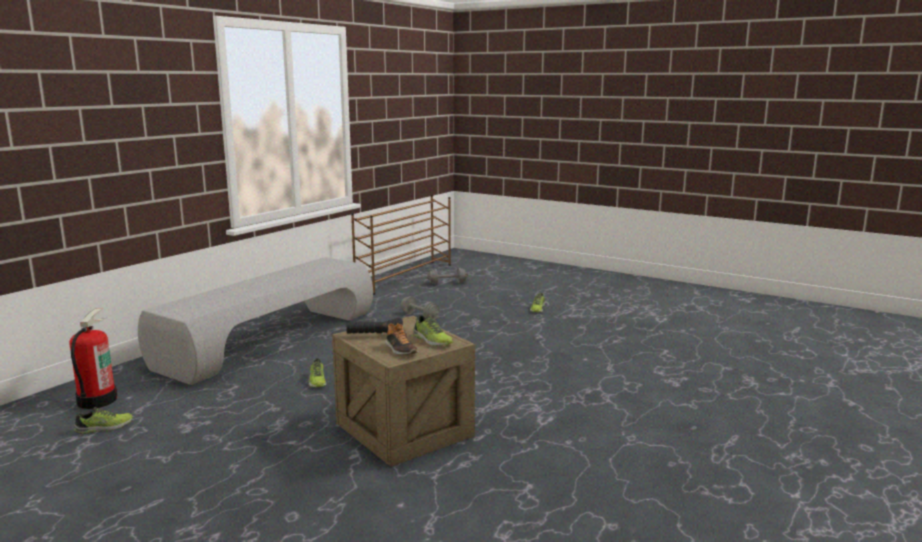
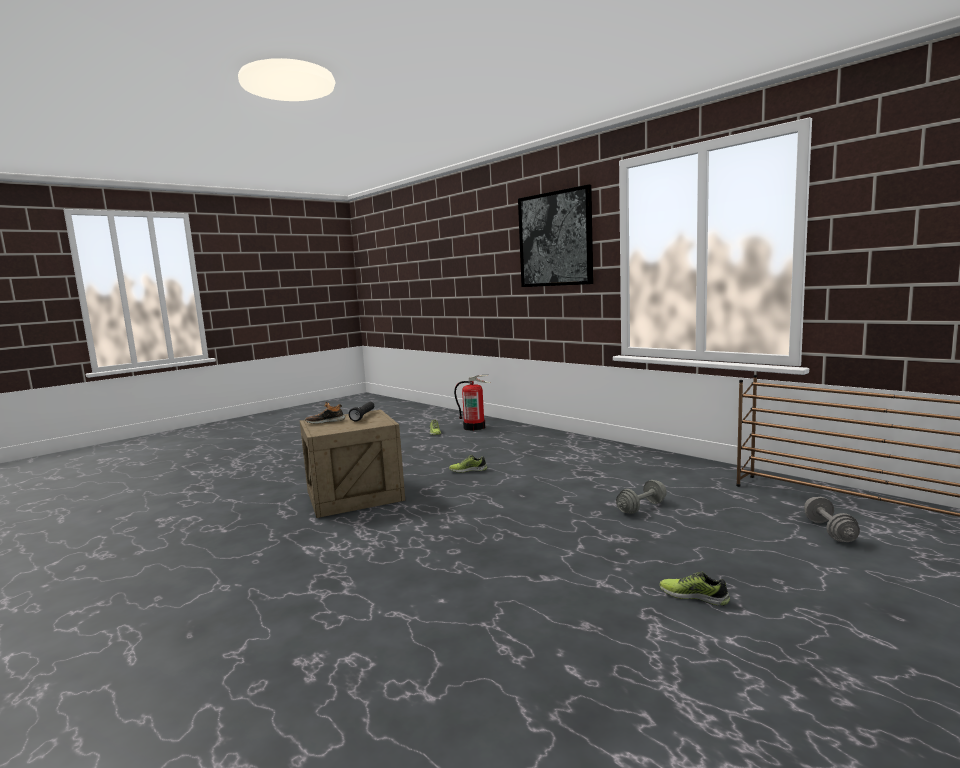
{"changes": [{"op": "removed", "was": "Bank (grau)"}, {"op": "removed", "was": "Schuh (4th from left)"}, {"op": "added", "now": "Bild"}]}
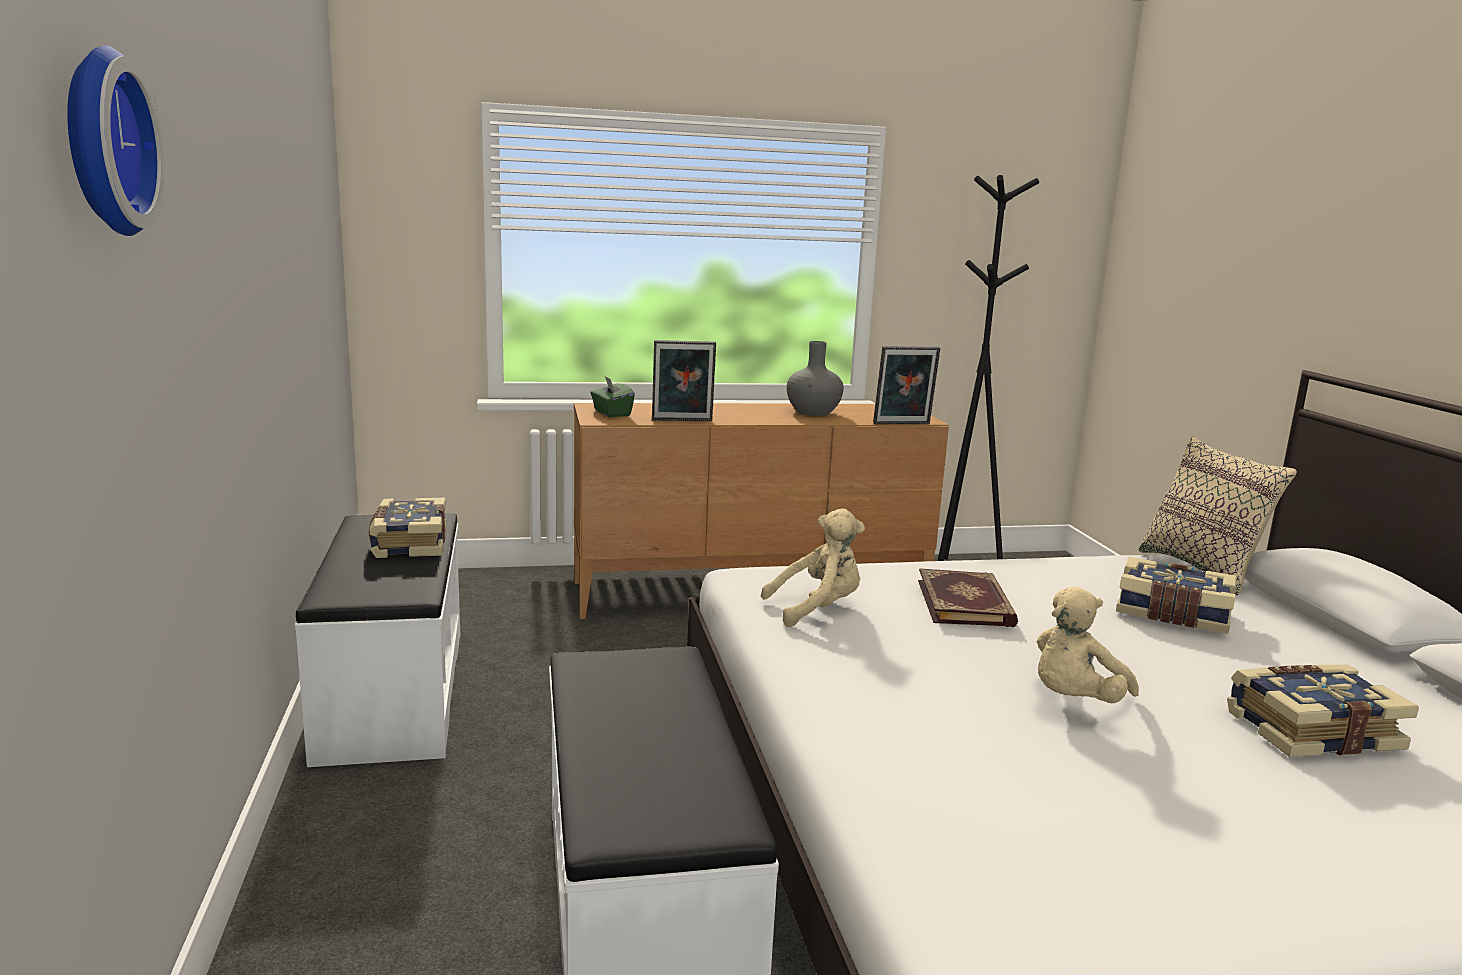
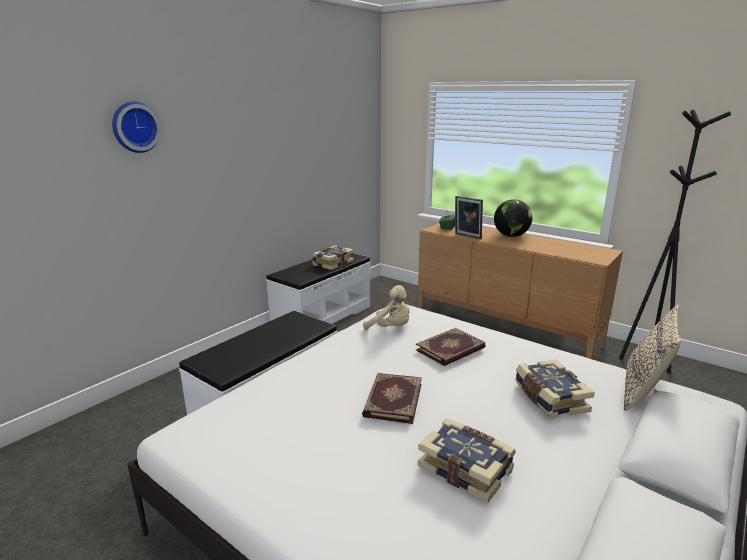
{"changes": [{"op": "removed", "was": "Vase (grau)"}, {"op": "removed", "was": "Bilderrahmen (2nd from left)"}, {"op": "replaced", "was": "Plüschtier (beige) (2nd from left)", "now": "Buch (2nd from left)"}, {"op": "added", "now": "Globus"}]}
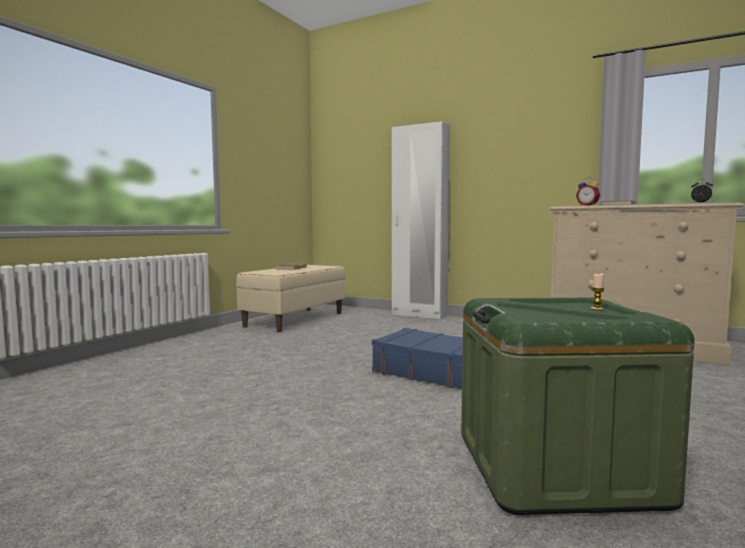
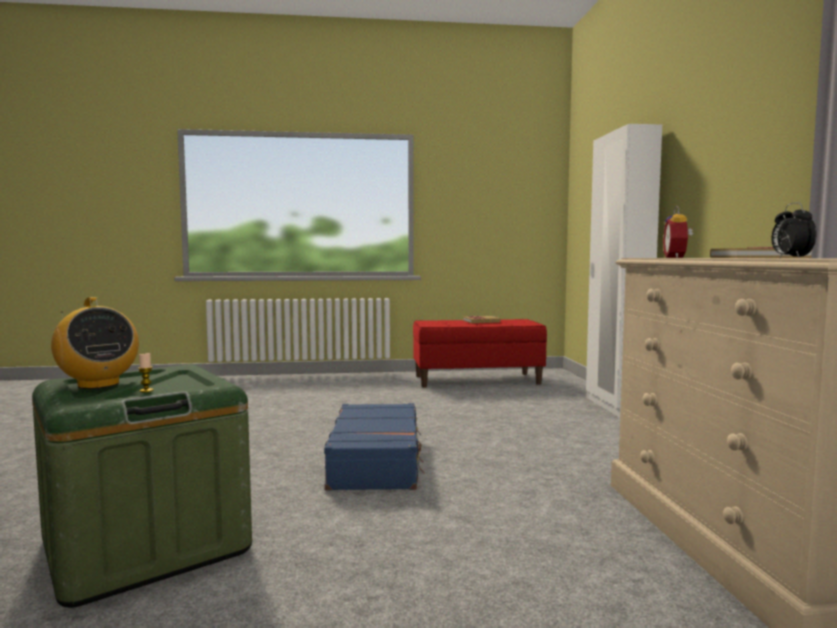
{"changes": [{"op": "recoloured", "was": "Bank (beige)", "now": "Bank (rot)"}, {"op": "added", "now": "Radio"}]}
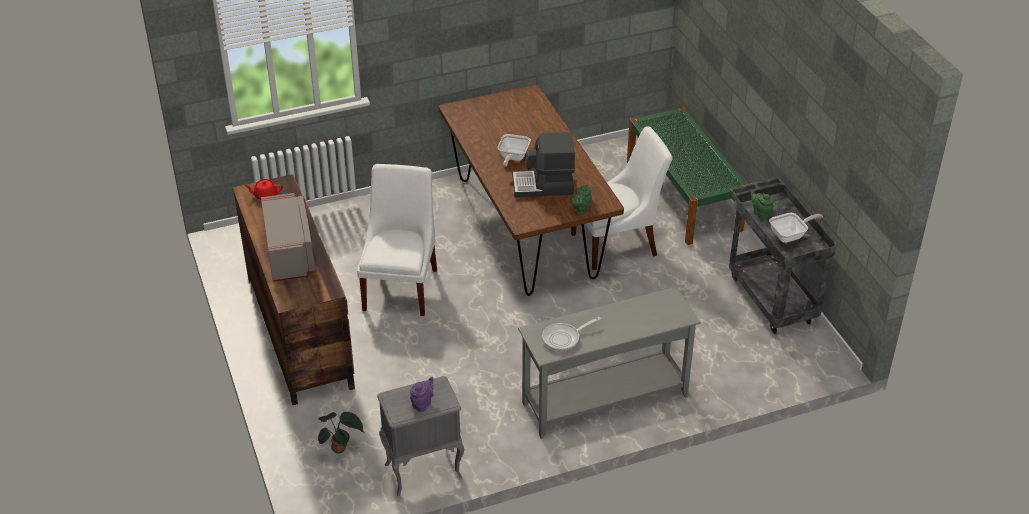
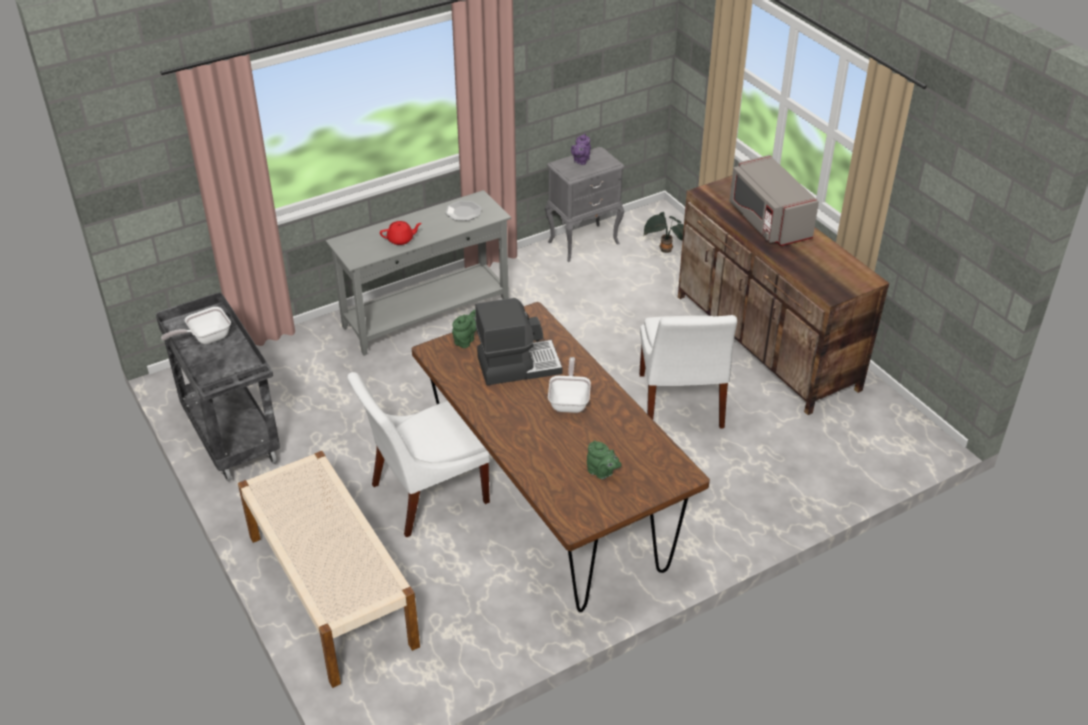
{"changes": [{"op": "moved", "was": "Teekanne (rot)"}, {"op": "replaced", "was": "Pfanne (2nd from left)", "now": "Teller"}, {"op": "recoloured", "was": "Bank (grün)", "now": "Bank (beige)"}, {"op": "moved", "was": "Teekanne (grün) (2nd from left)"}]}
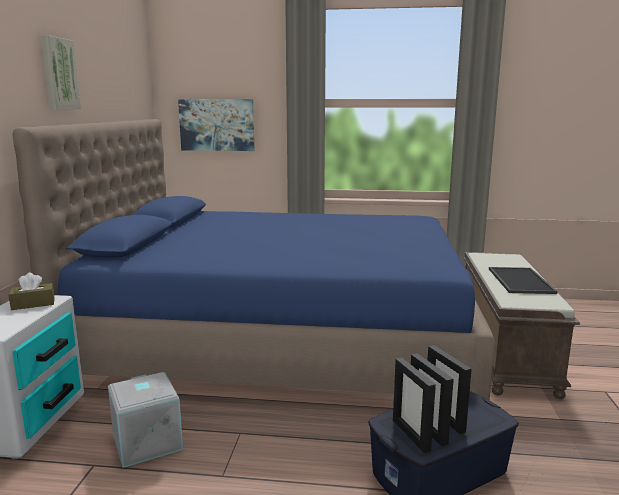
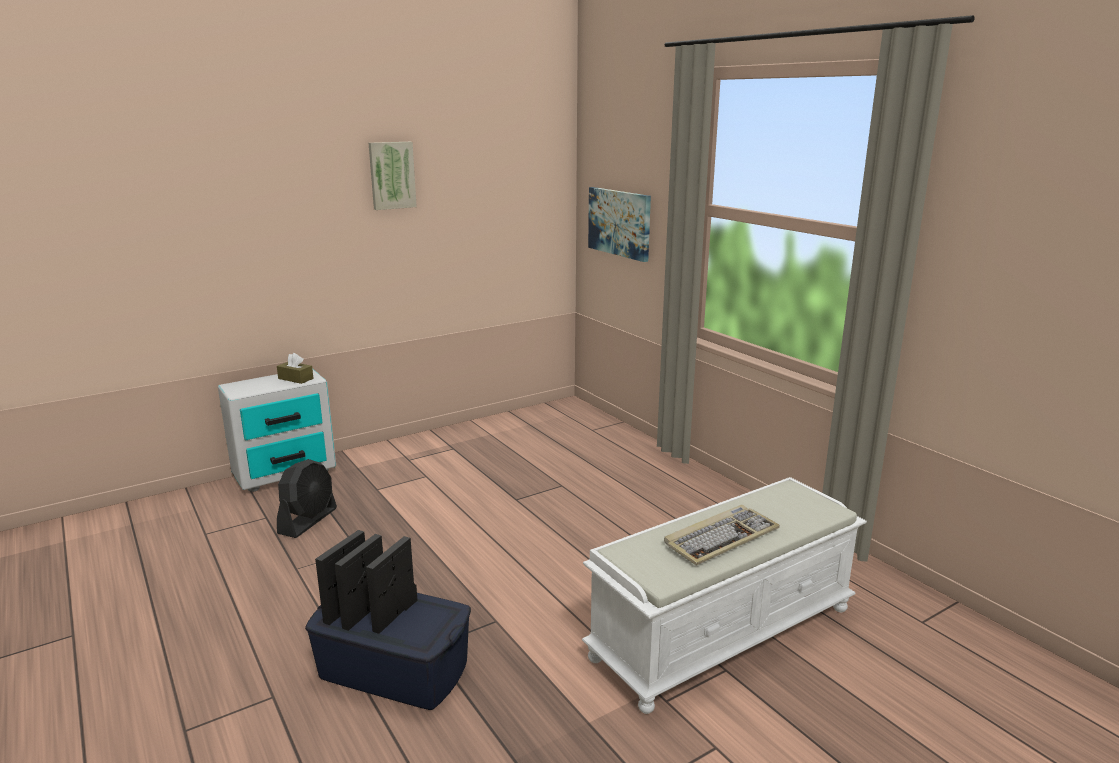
{"changes": [{"op": "removed", "was": "Bett (blau)"}, {"op": "replaced", "was": "Aufbewahrungsbox (grau)", "now": "Ventilator (schwarz)"}, {"op": "recoloured", "was": "Bank (braun)", "now": "Bank (weiß)"}, {"op": "replaced", "was": "Tablett", "now": "Tastatur"}]}
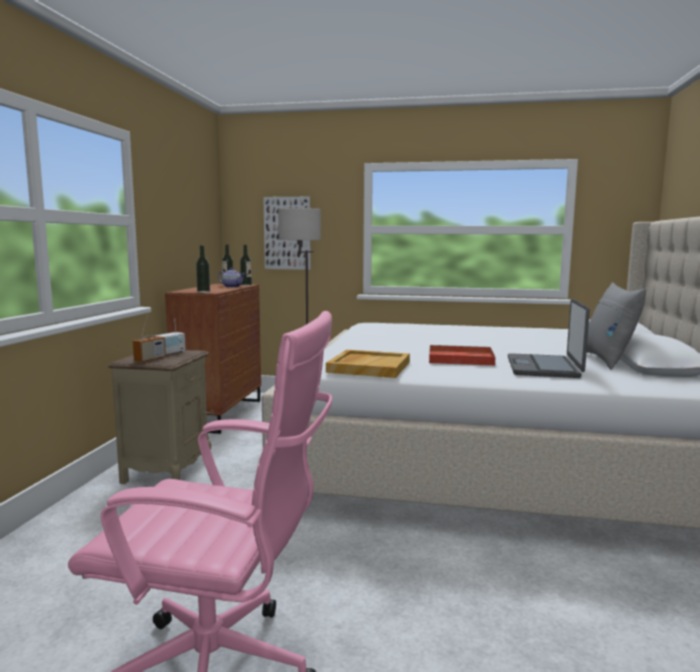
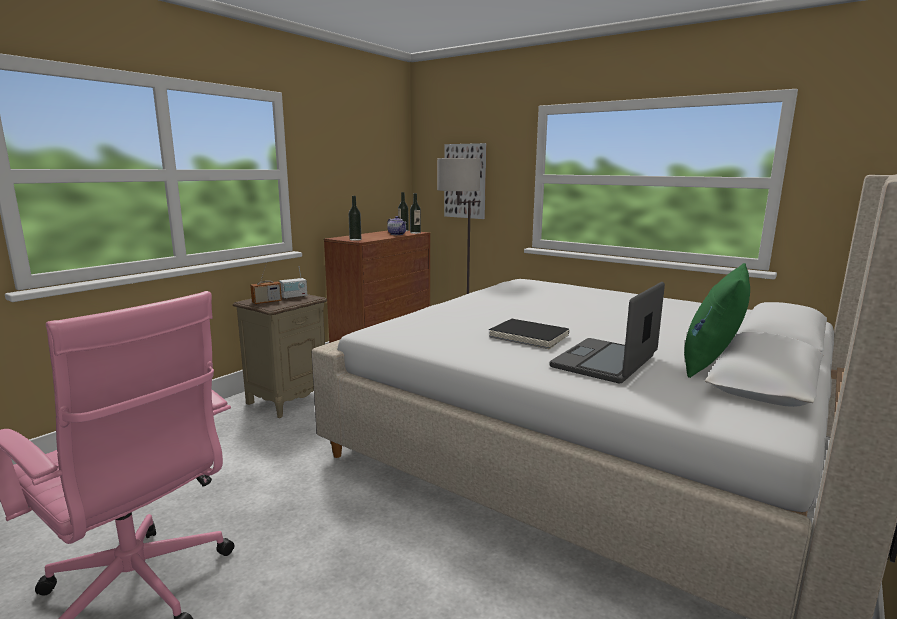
{"changes": [{"op": "removed", "was": "Tablett (beige)"}, {"op": "replaced", "was": "Tablett (rot)", "now": "Buch (schwarz)"}, {"op": "recoloured", "was": "Kissen (grau)", "now": "Kissen (grün)"}]}
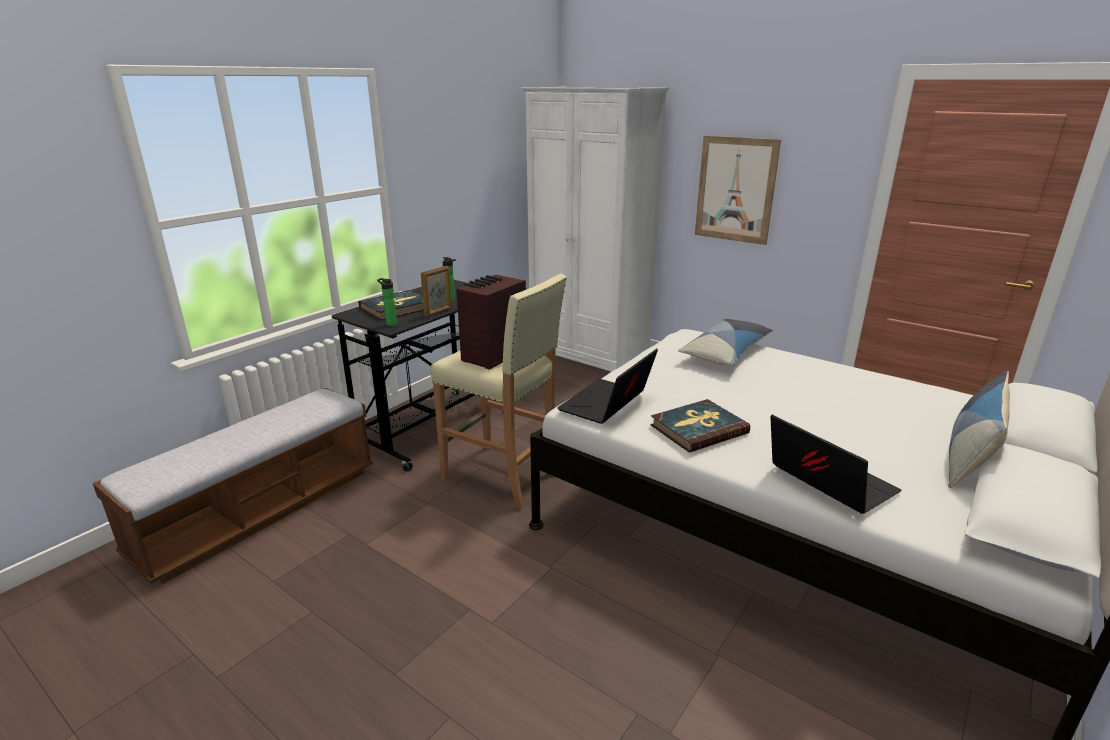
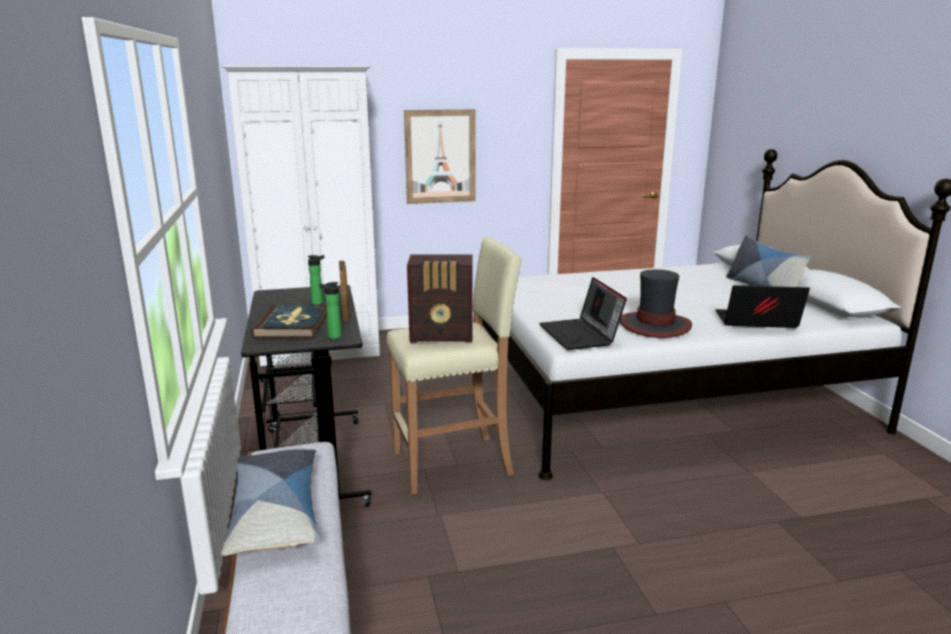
{"changes": [{"op": "turned", "was": "Radio", "clockwise": -75}, {"op": "replaced", "was": "Buch (2nd from left)", "now": "Hut"}, {"op": "moved", "was": "Kissen (1st from left)"}]}
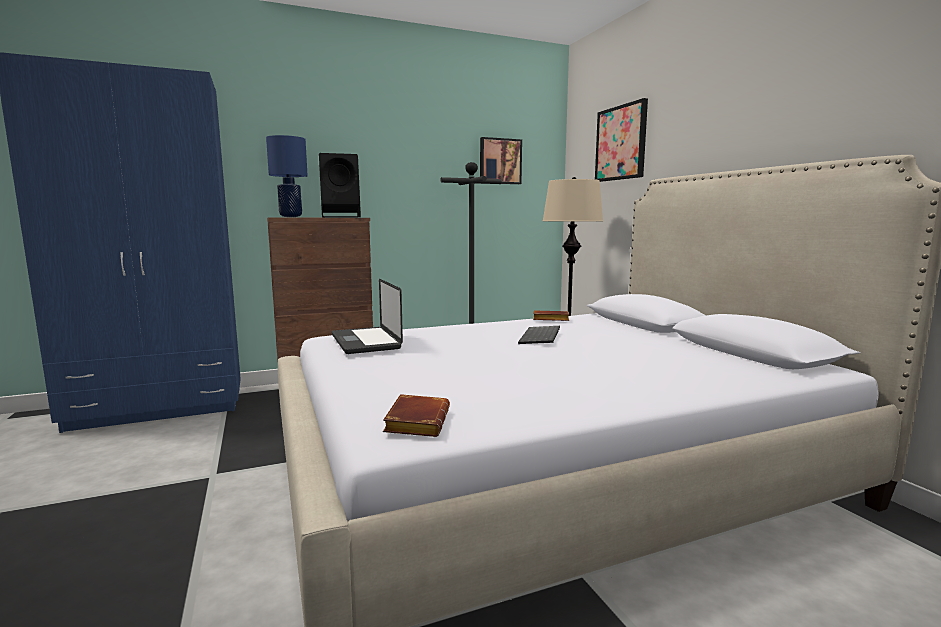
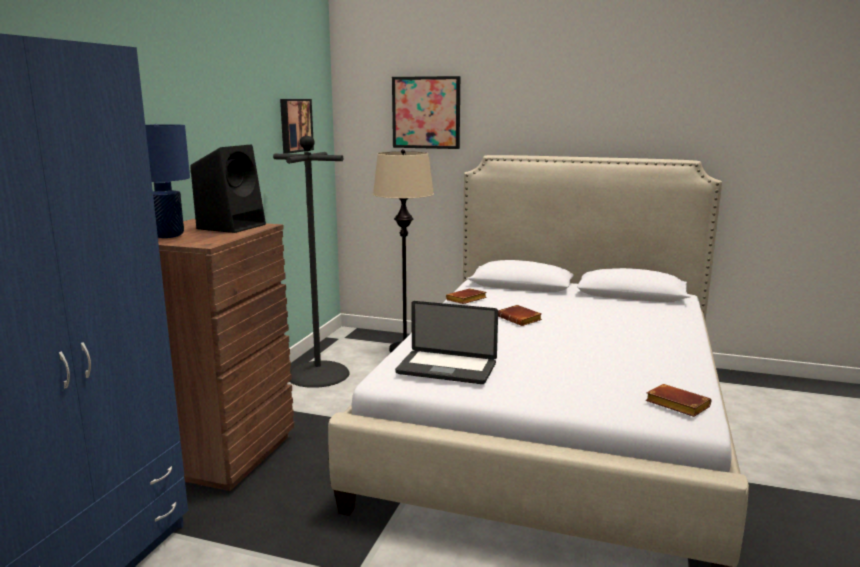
{"changes": [{"op": "replaced", "was": "Tastatur", "now": "Buch (braun) (2nd from left)"}]}
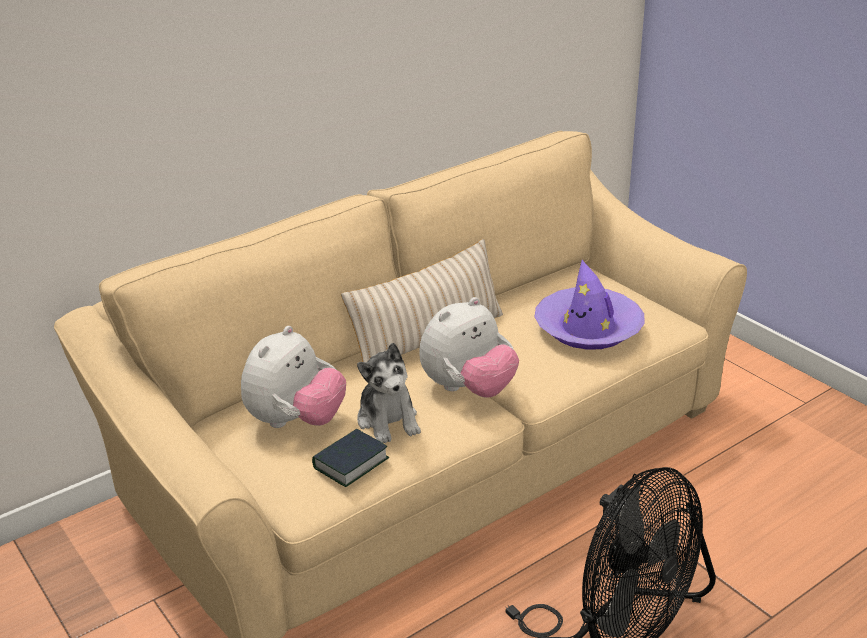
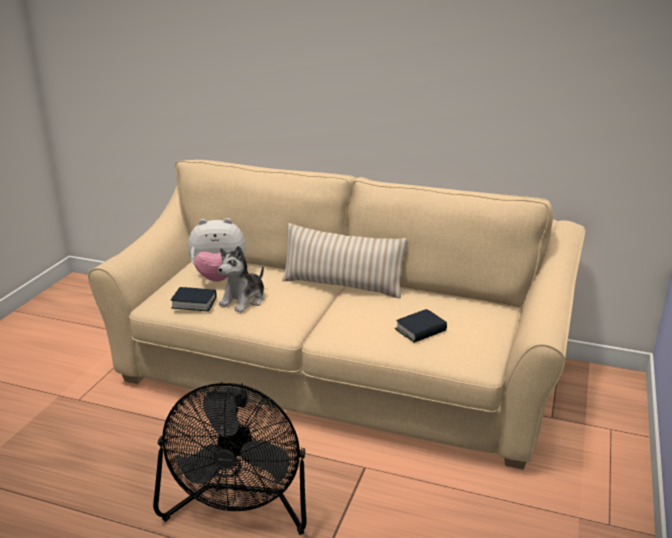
{"changes": [{"op": "removed", "was": "Plüschtier (3rd from left)"}, {"op": "replaced", "was": "Hut (lila)", "now": "Buch (2nd from left)"}]}
